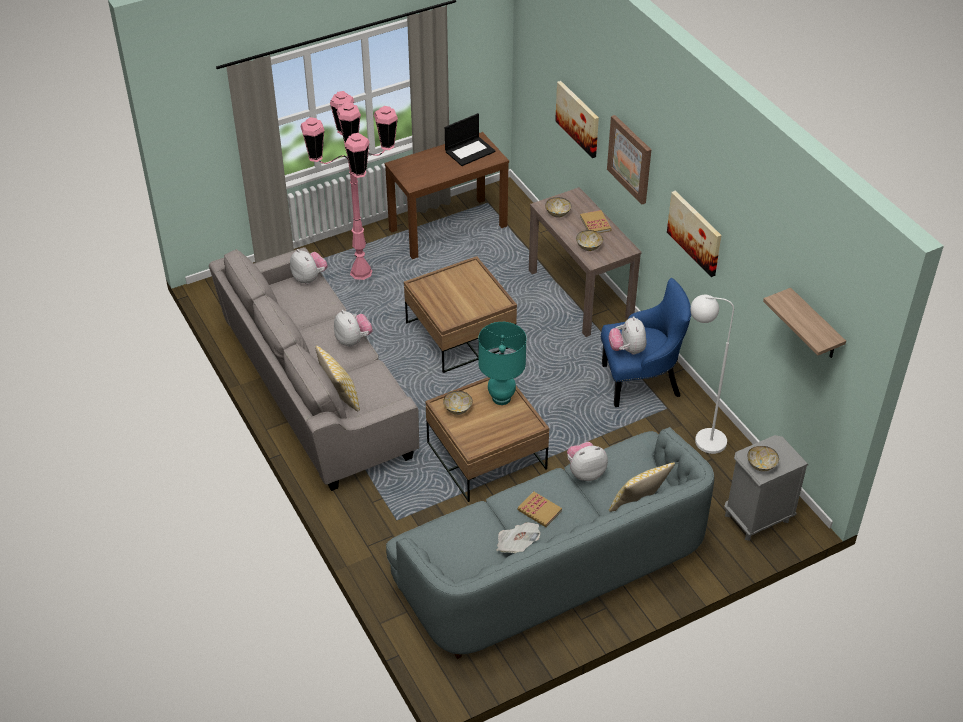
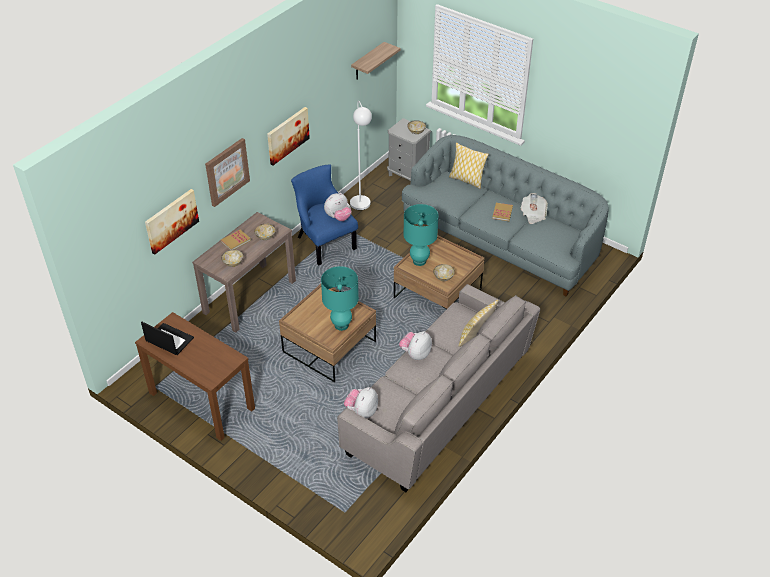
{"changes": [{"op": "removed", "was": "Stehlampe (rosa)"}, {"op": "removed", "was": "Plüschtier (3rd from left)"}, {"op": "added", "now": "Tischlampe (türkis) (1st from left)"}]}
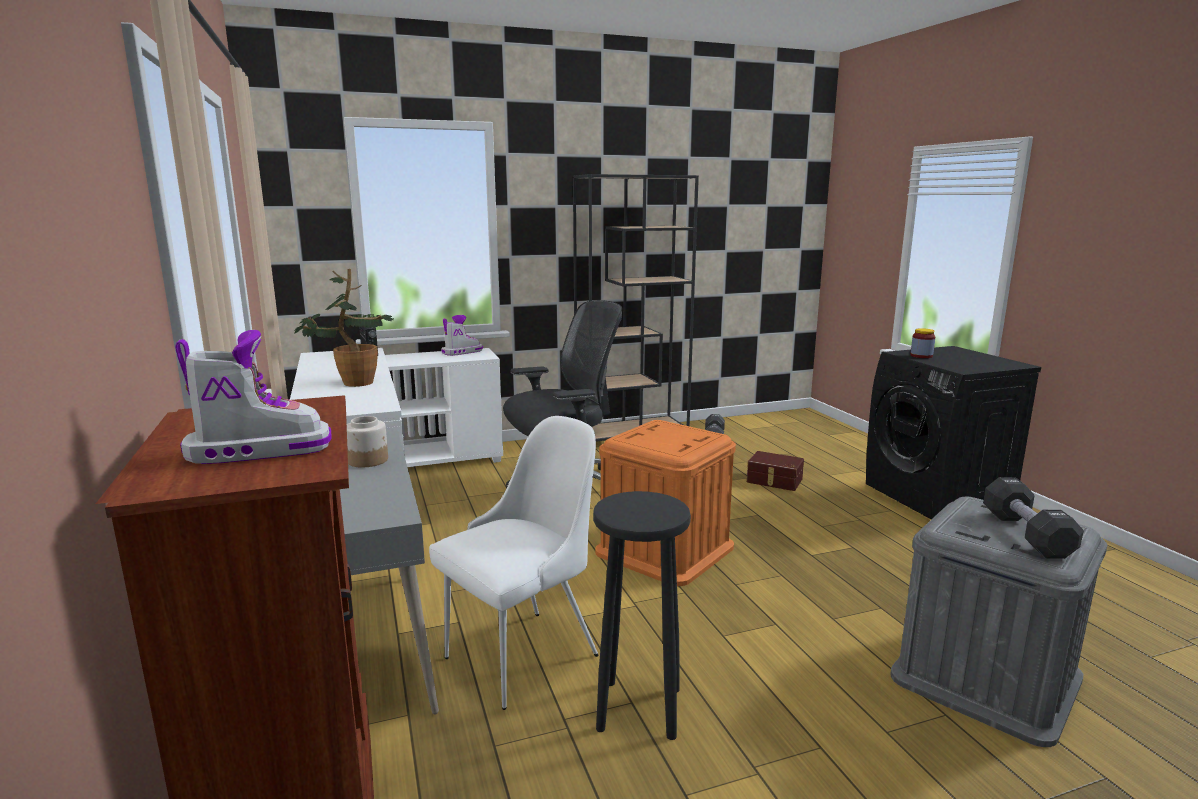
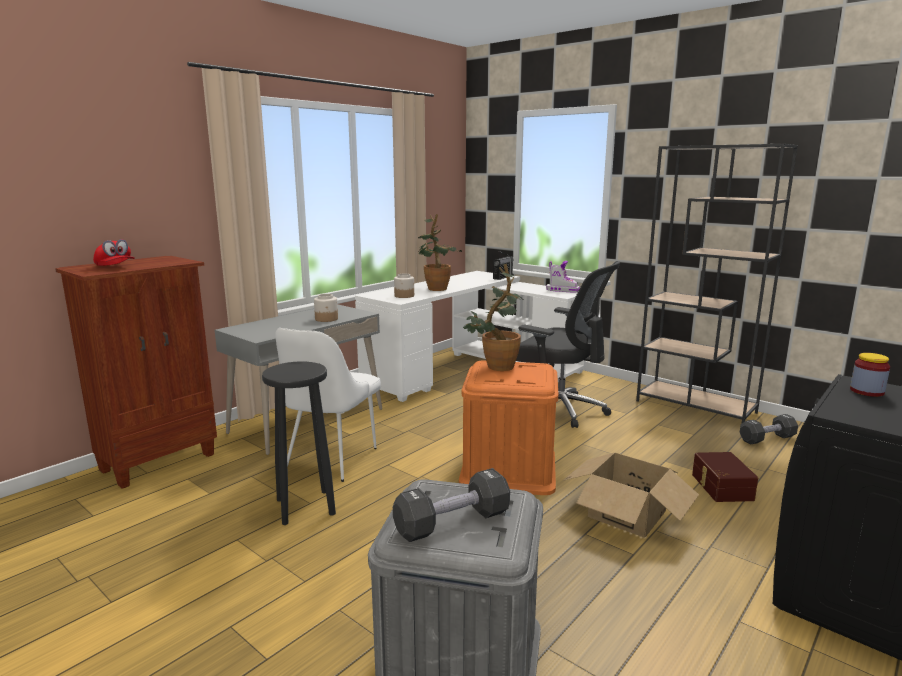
{"changes": [{"op": "replaced", "was": "Stiefel (1st from left)", "now": "Kappe (rot)"}, {"op": "turned", "was": "Stuhl (weiß)", "clockwise": 90}, {"op": "added", "now": "Vorratsglas (2nd from left)"}, {"op": "added", "now": "Topfpflanze (2nd from left)"}, {"op": "added", "now": "Karton"}]}
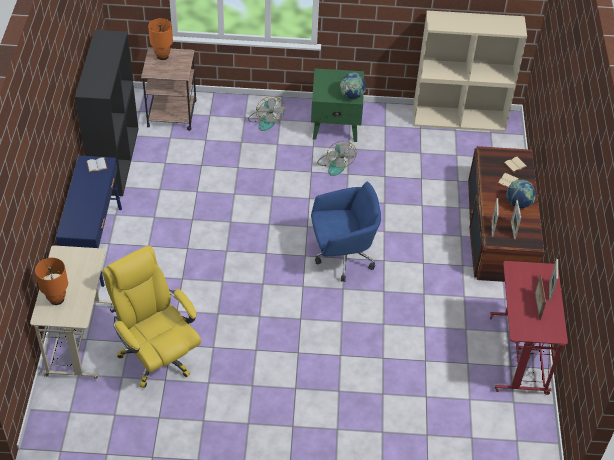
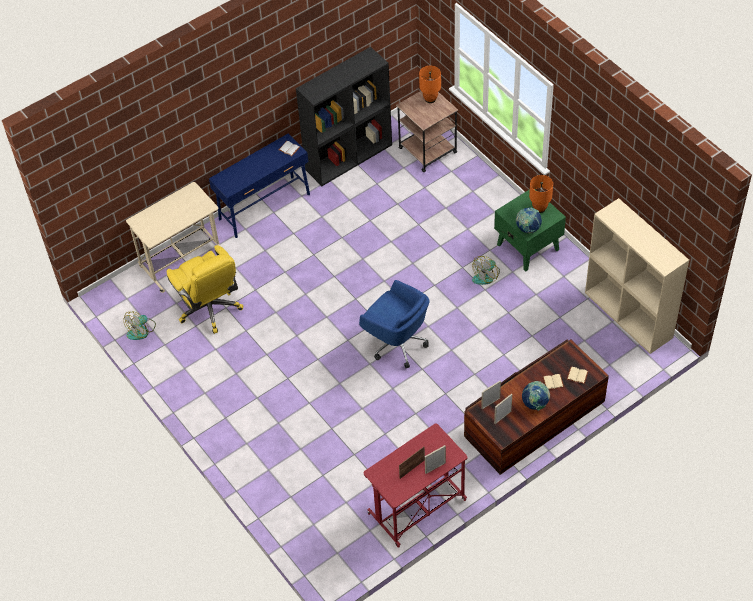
{"changes": [{"op": "moved", "was": "Tischlampe (orange) (1st from left in the first image)", "now": "Tischlampe (orange) (2nd from left)"}, {"op": "turned", "was": "Bürostuhl (gelb)", "clockwise": 135}, {"op": "moved", "was": "Ventilator (1st from left)"}]}
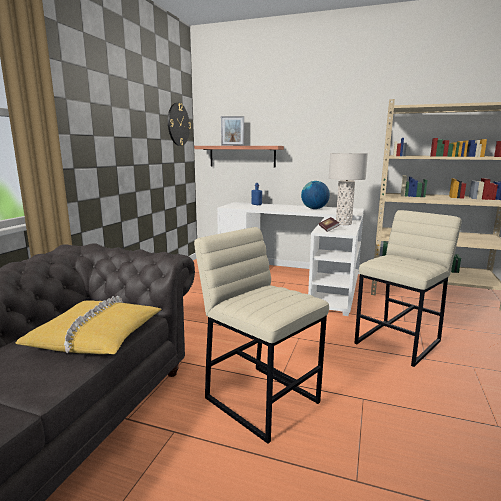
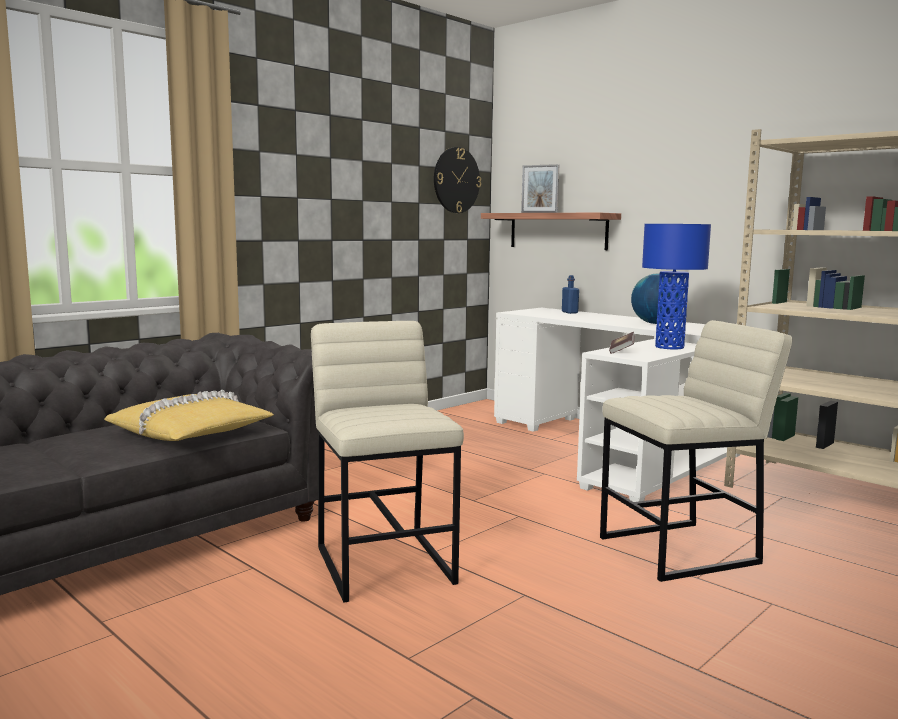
{"changes": [{"op": "recoloured", "was": "Tischlampe (weiß)", "now": "Tischlampe (blau)"}]}
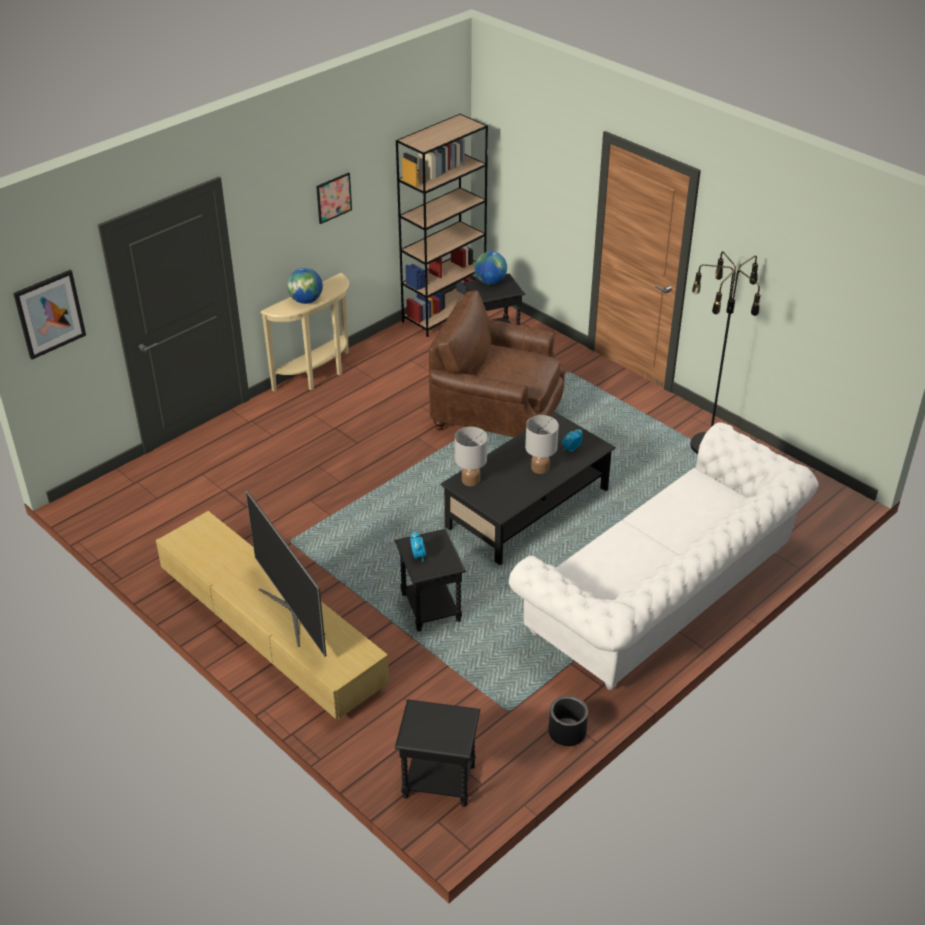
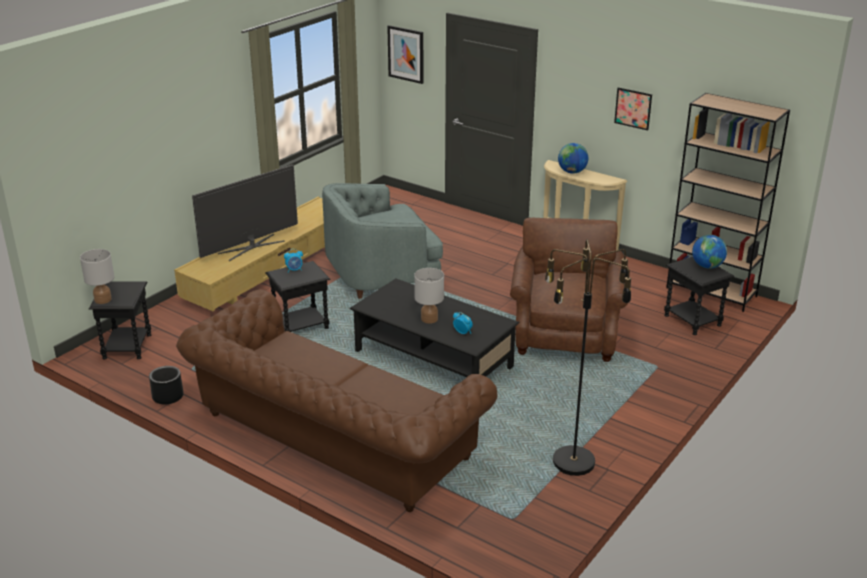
{"changes": [{"op": "moved", "was": "Tischlampe (grau) (1st from left)"}, {"op": "recoloured", "was": "Sofa (weiß)", "now": "Sofa (braun)"}, {"op": "added", "now": "Sessel (grau)"}]}
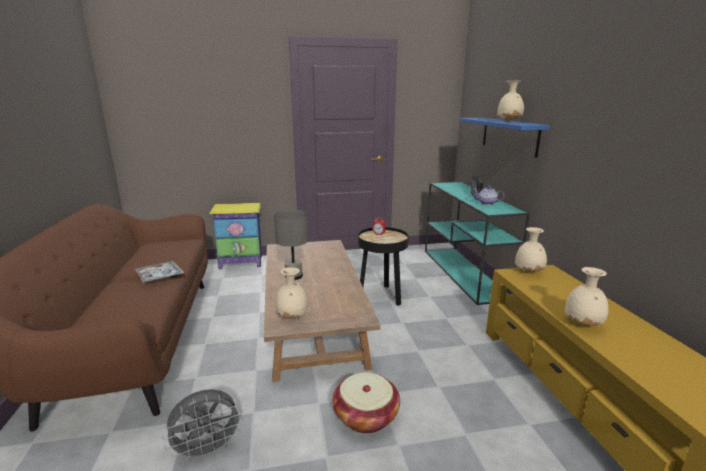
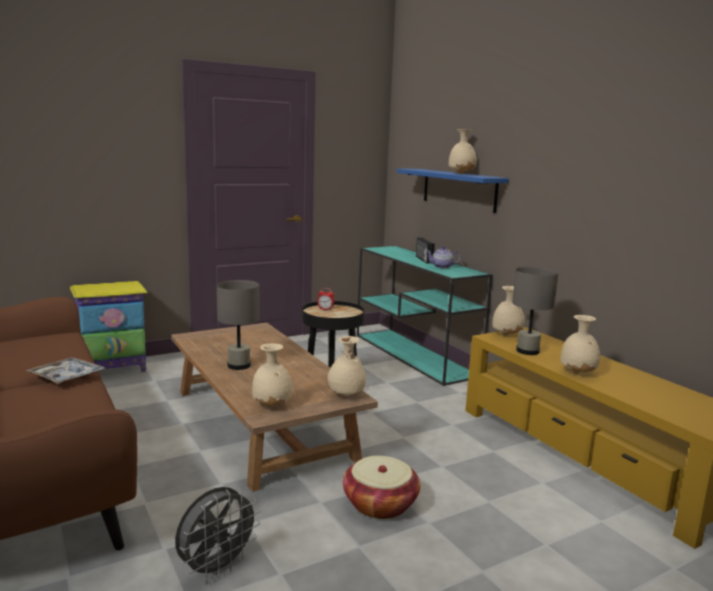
{"changes": [{"op": "added", "now": "Vase (beige) (2nd from left)"}, {"op": "added", "now": "Tischlampe (grau) (2nd from left)"}]}
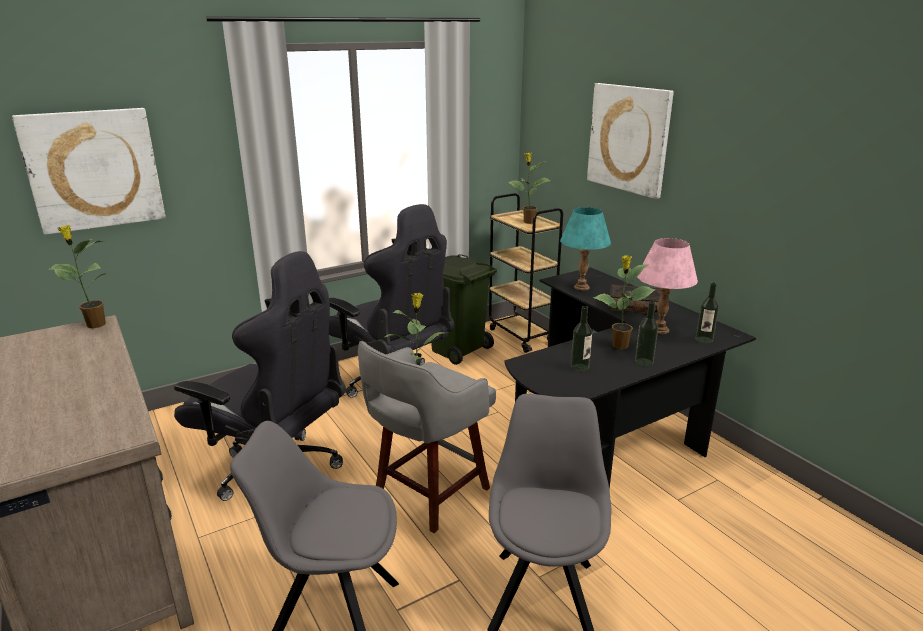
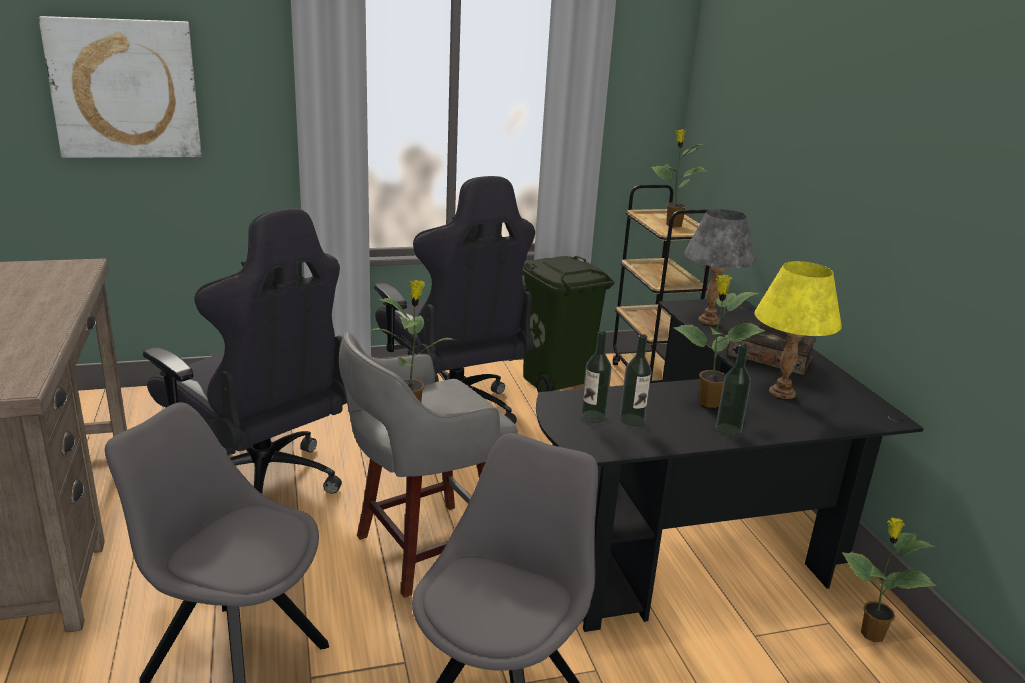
{"changes": [{"op": "moved", "was": "Topfpflanze (1st from left in the first image)", "now": "Topfpflanze (4th from left)"}, {"op": "recoloured", "was": "Tischlampe (türkis)", "now": "Tischlampe (grau)"}, {"op": "removed", "was": "Bild (2nd from left)"}, {"op": "recoloured", "was": "Tischlampe (rosa)", "now": "Tischlampe (gelb)"}, {"op": "moved", "was": "Flasche (3rd from left in the first image)", "now": "Flasche (1st from left)"}]}
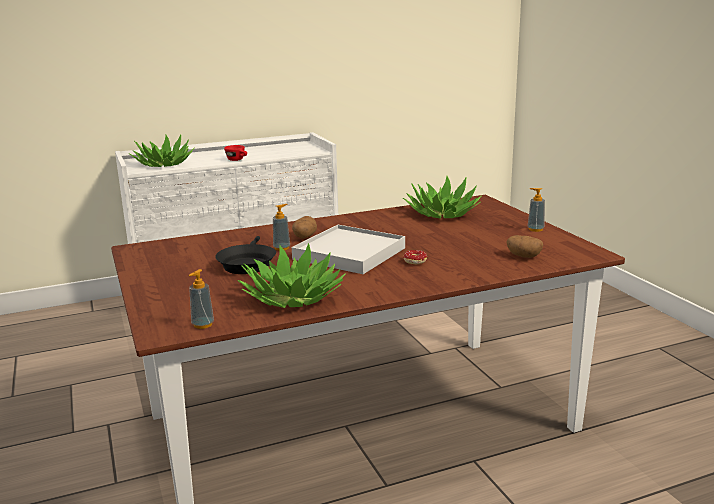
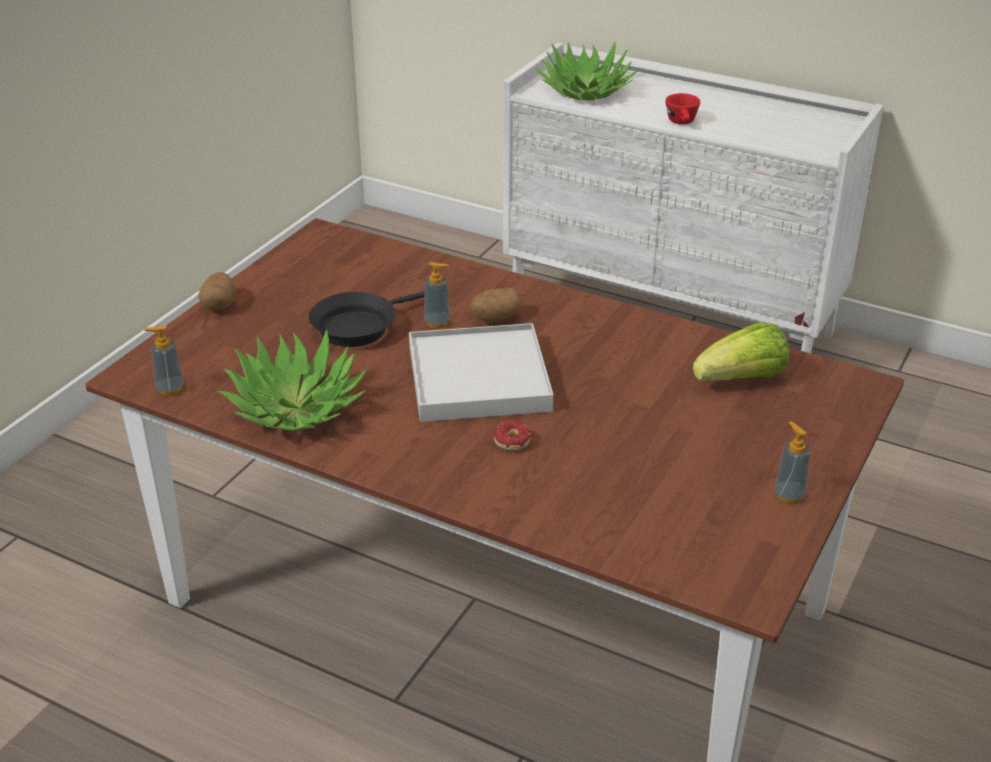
{"changes": [{"op": "replaced", "was": "Topfpflanze (3rd from left)", "now": "Salatkopf"}, {"op": "moved", "was": "Kartoffel (2nd from left in the first image)", "now": "Kartoffel (1st from left)"}]}
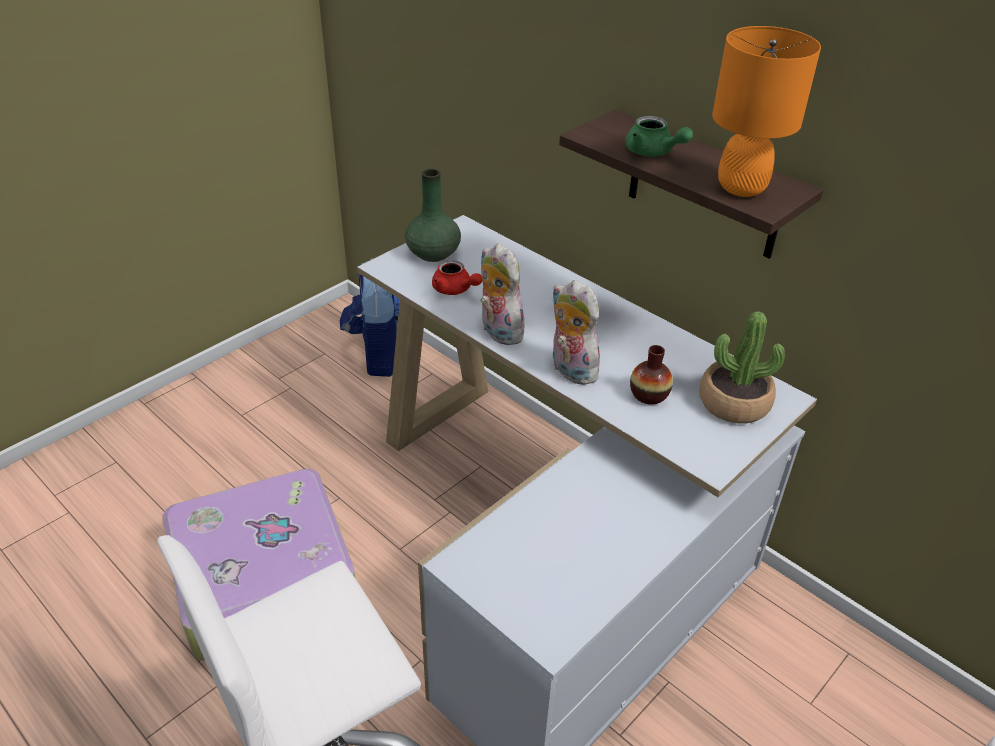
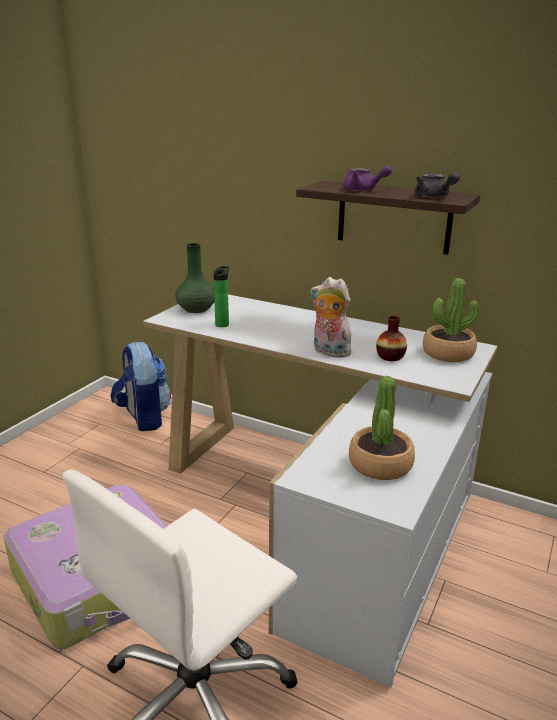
{"changes": [{"op": "replaced", "was": "Teekanne (rot)", "now": "Flasche"}, {"op": "removed", "was": "Plüschtier (1st from left)"}, {"op": "recoloured", "was": "Teekanne (grün)", "now": "Teekanne (lila)"}, {"op": "replaced", "was": "Tischlampe (orange)", "now": "Teekanne (grau)"}, {"op": "added", "now": "Topfpflanze (1st from left)"}]}
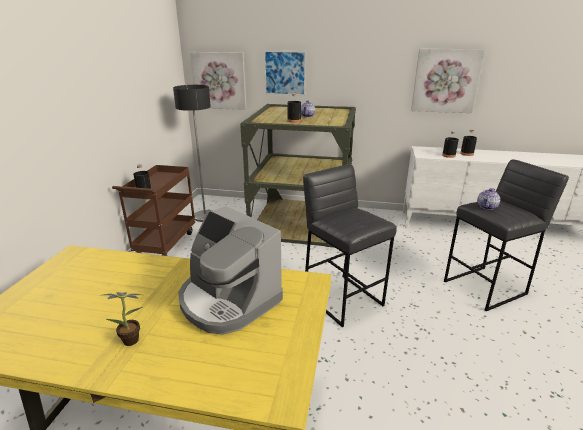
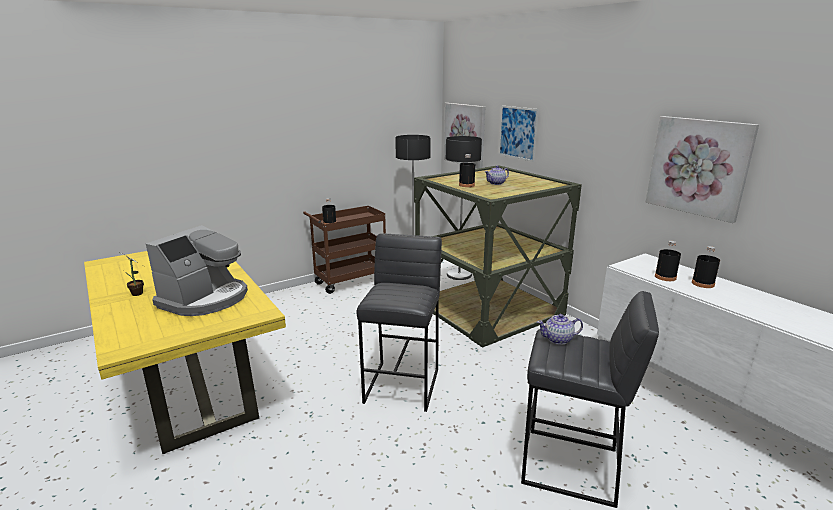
{"changes": [{"op": "turned", "was": "Kaffeemaschine", "clockwise": -150}, {"op": "added", "now": "Stehlampe (2nd from left)"}]}
